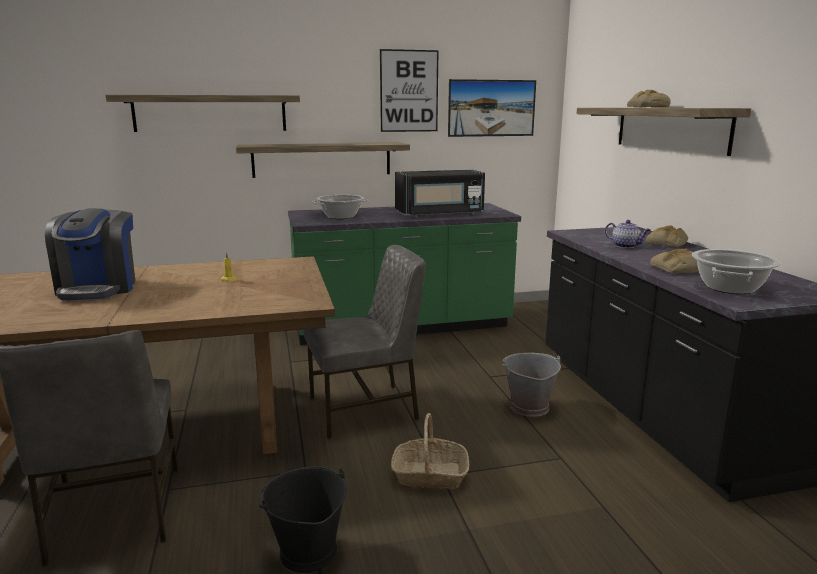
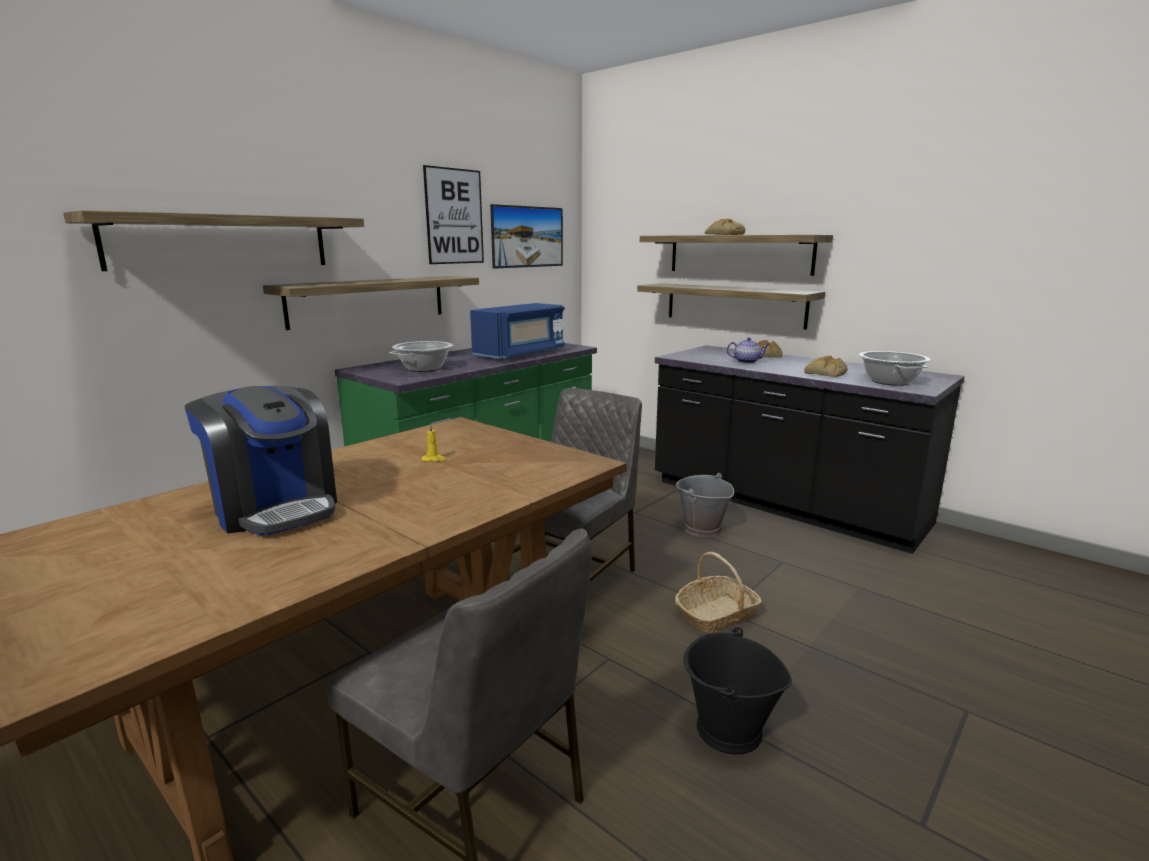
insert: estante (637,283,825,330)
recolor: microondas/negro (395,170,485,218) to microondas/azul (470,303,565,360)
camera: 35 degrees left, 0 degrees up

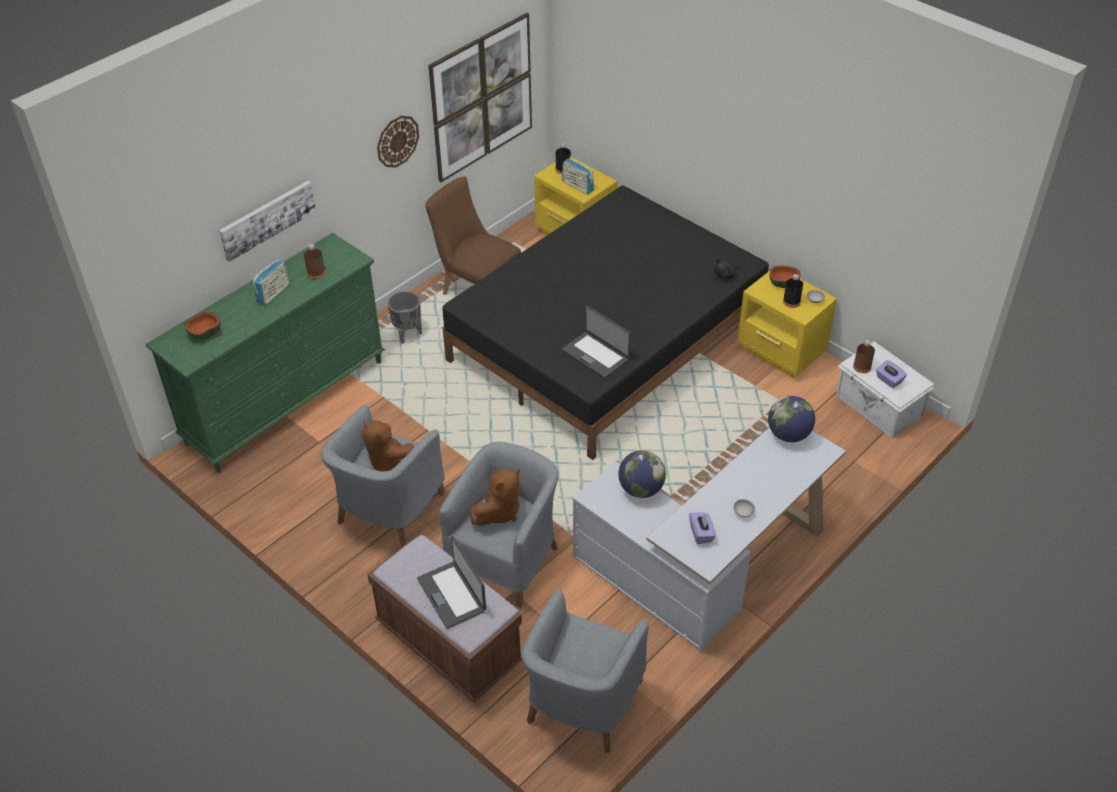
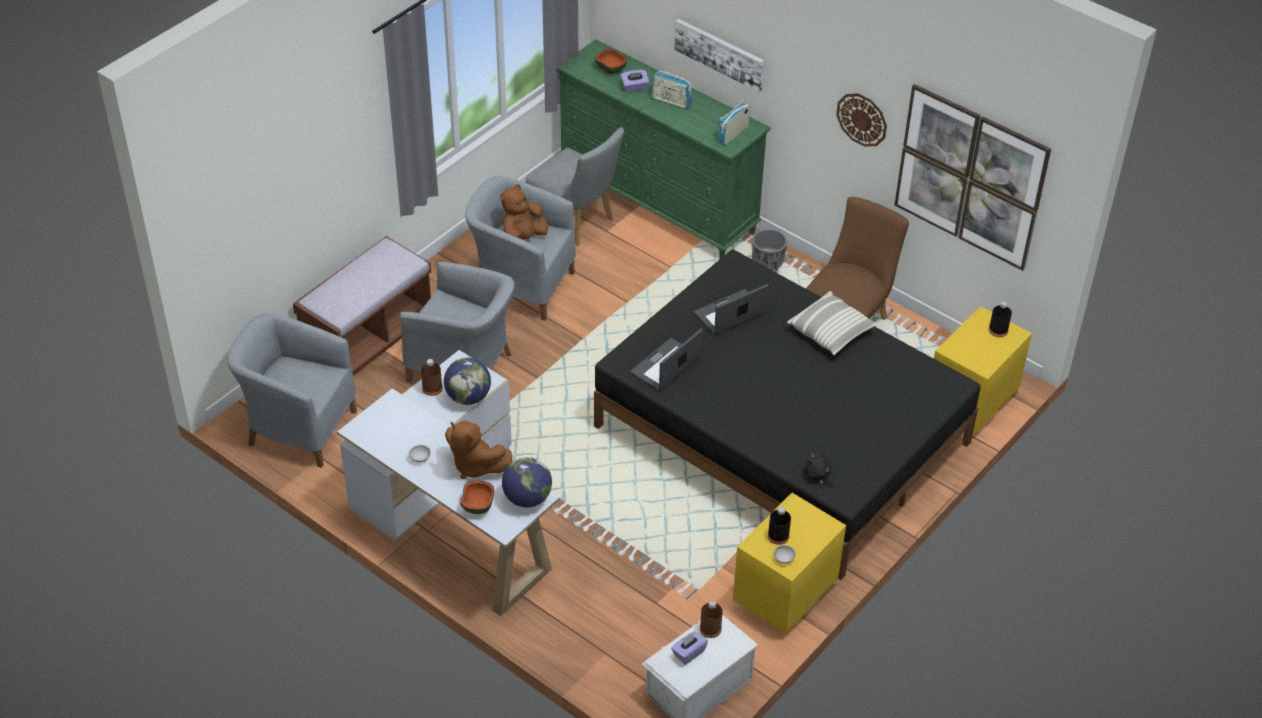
insert: silla/gris (526,127,624,246); cojín (787,291,878,355)
move: botella/marrón (304,244,326,279) to (421,359,443,396); portátil (417,536,486,629) to (694,284,769,334); peluche/marrón (470,468,520,526) to (445,421,513,479); radio (562,157,594,194) to (717,100,750,145); caja de pañuelos/morado (689,513,716,544) to (620,70,649,92); cuenco (770,265,801,288) to (460,480,494,514)
camera: 85 degrees right, 0 degrees up

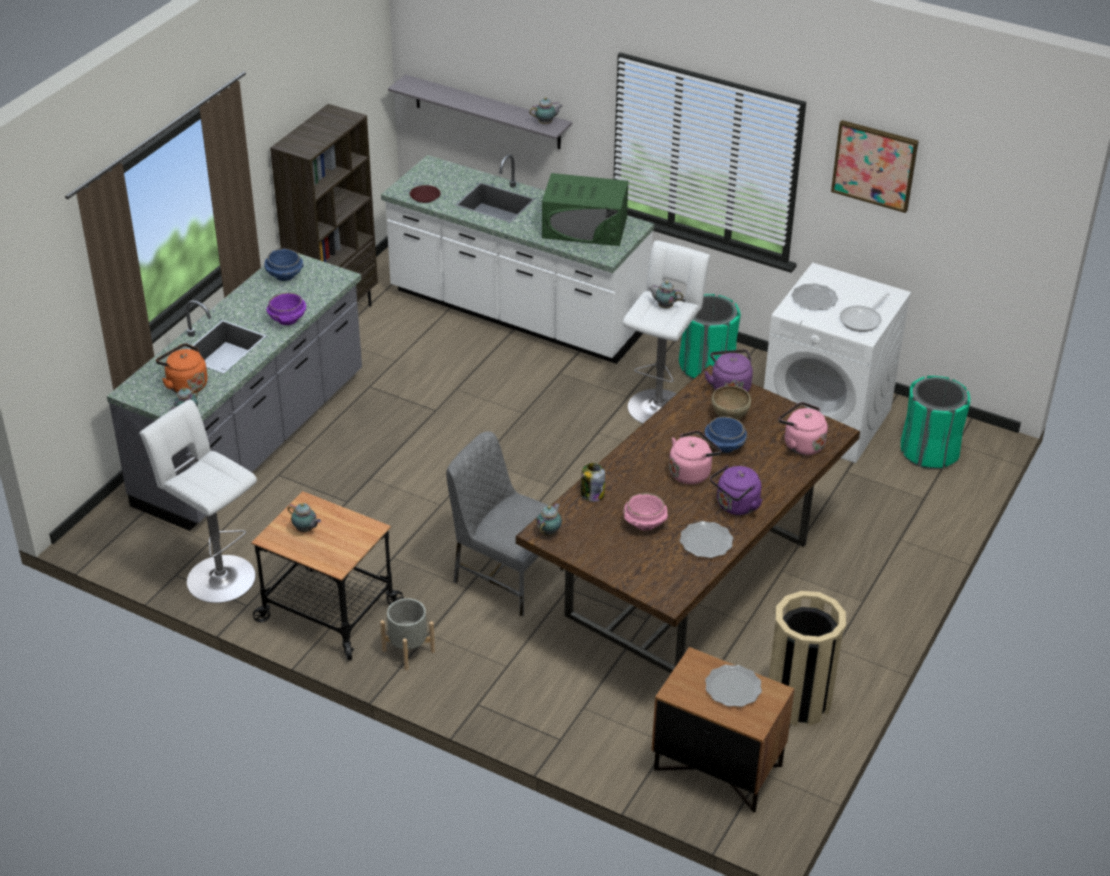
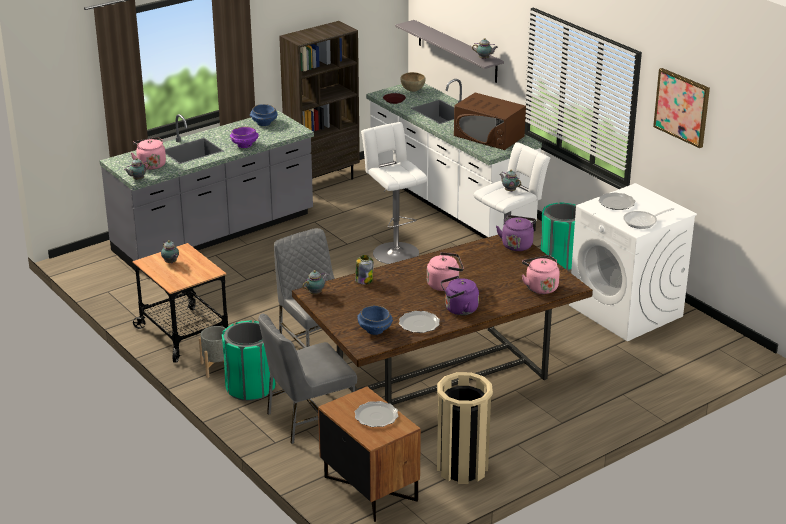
delete: cuenco/rosa (623,493,668,530)
insert: silla/gris (258,314,357,444)
move: taburete/blanco (139,400,257,603) to (361,122,427,264); cuenco/azul (705,416,747,453) to (357,305,393,335); cuenco/marrón (711,386,751,419) to (400,72,426,92); papelera/verde (901,376,970,469) to (222,321,276,401)
recolor: hervidor/naranja (156,343,208,393) to hervidor/rosa (131,137,166,170); microondas/verde (542,173,628,246) to microondas/marrón (454,93,526,150)
camera: 25 degrees right, 10 degrees down

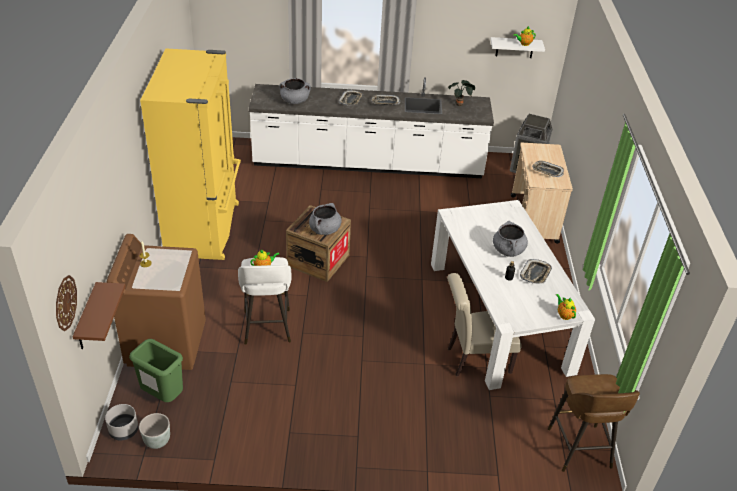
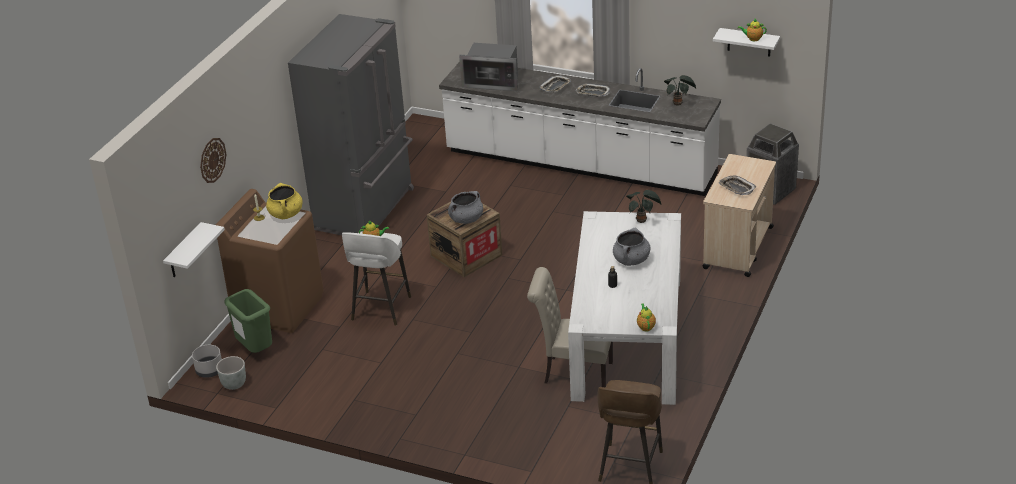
delete: bandeja (520,259,552,284)
insert: olla/amarillo (266,183,303,219); planta en maceta (626,190,661,223)
move: reloj de pared (56,275,77,331) to (200,138,226,183)
replace: olla/gris (279,78,311,104) to microondas (459,43,518,91)
recolor: estante/marrón (72,282,126,349) to estante/blanco (163,222,225,277); nevera/amarillo (140,48,241,260) to nevera/gris (288,14,414,235)
camera: 25 degrees right, 5 degrees down

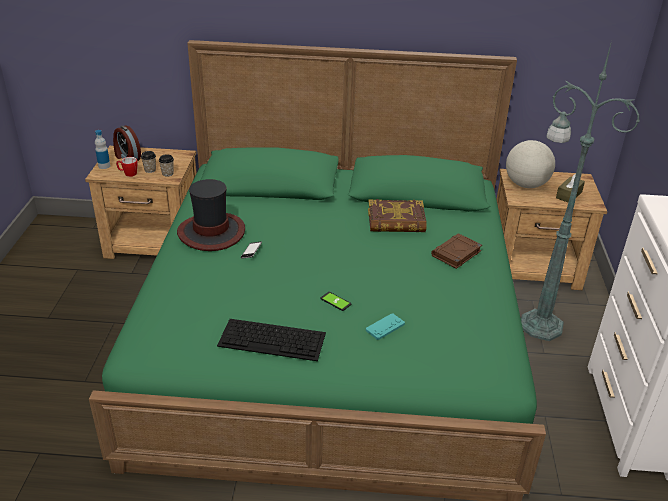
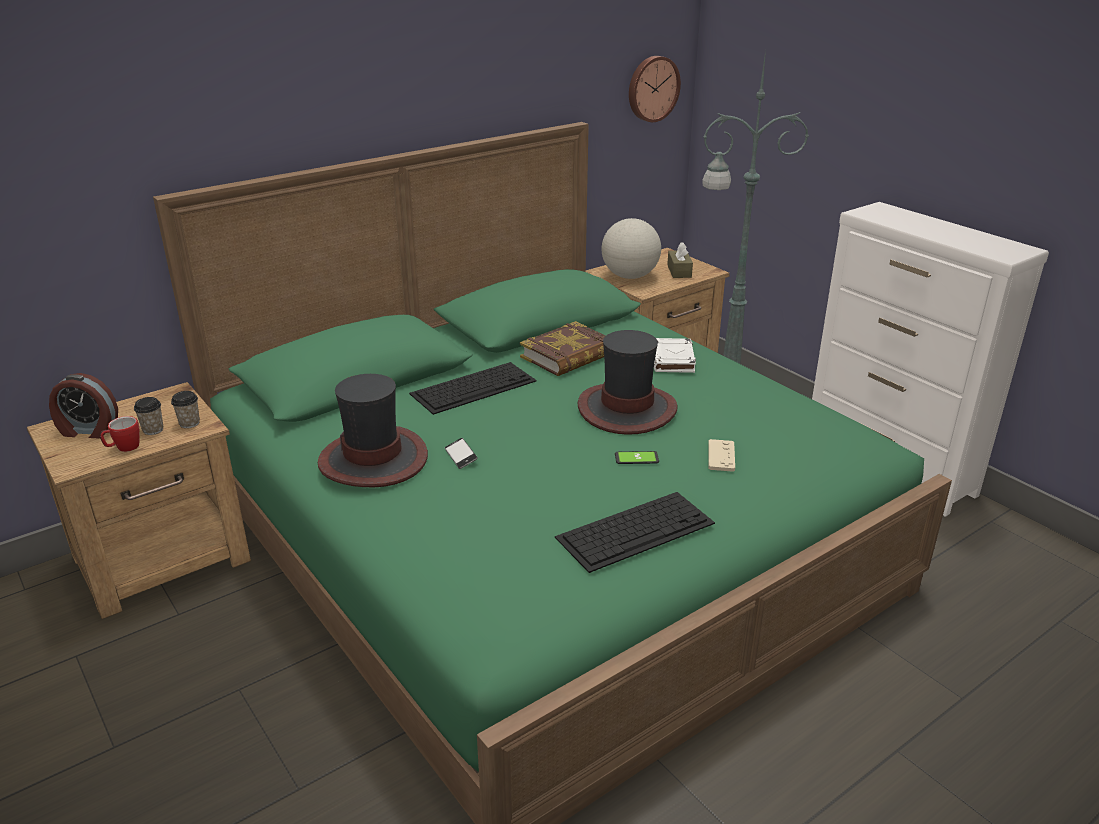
delete: botella (95,130,110,169)
insert: teclado (409,362,537,415); sombrero (577,330,678,435); reloj de pared (629,56,681,122)
recolor: mando de consola/turquesa (366,313,405,340) to mando de consola/beis (708,439,735,472); libro/marrón (431,233,482,269) to libro/blanco (654,338,696,373)
camera: 40 degrees left, 5 degrees down

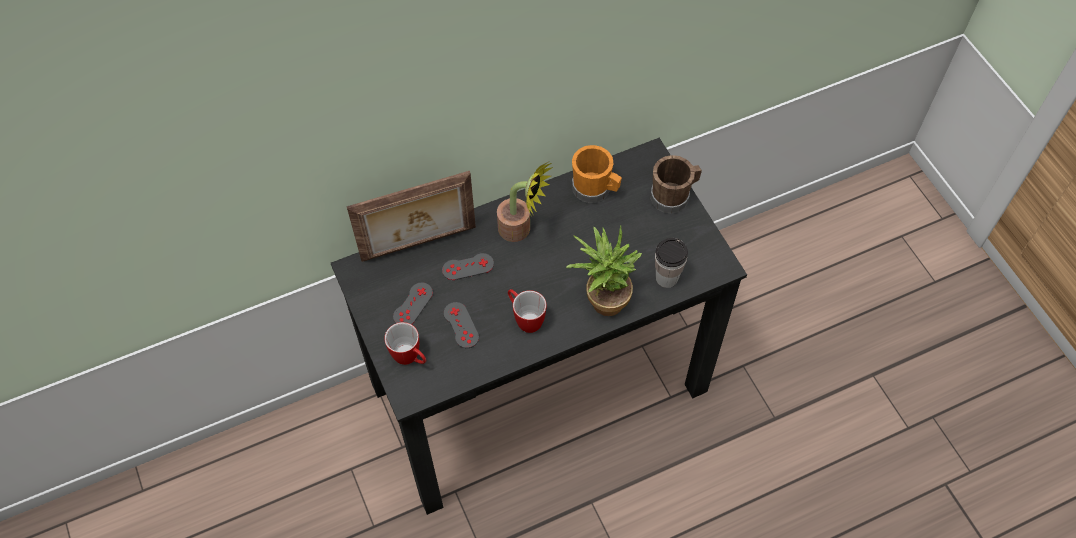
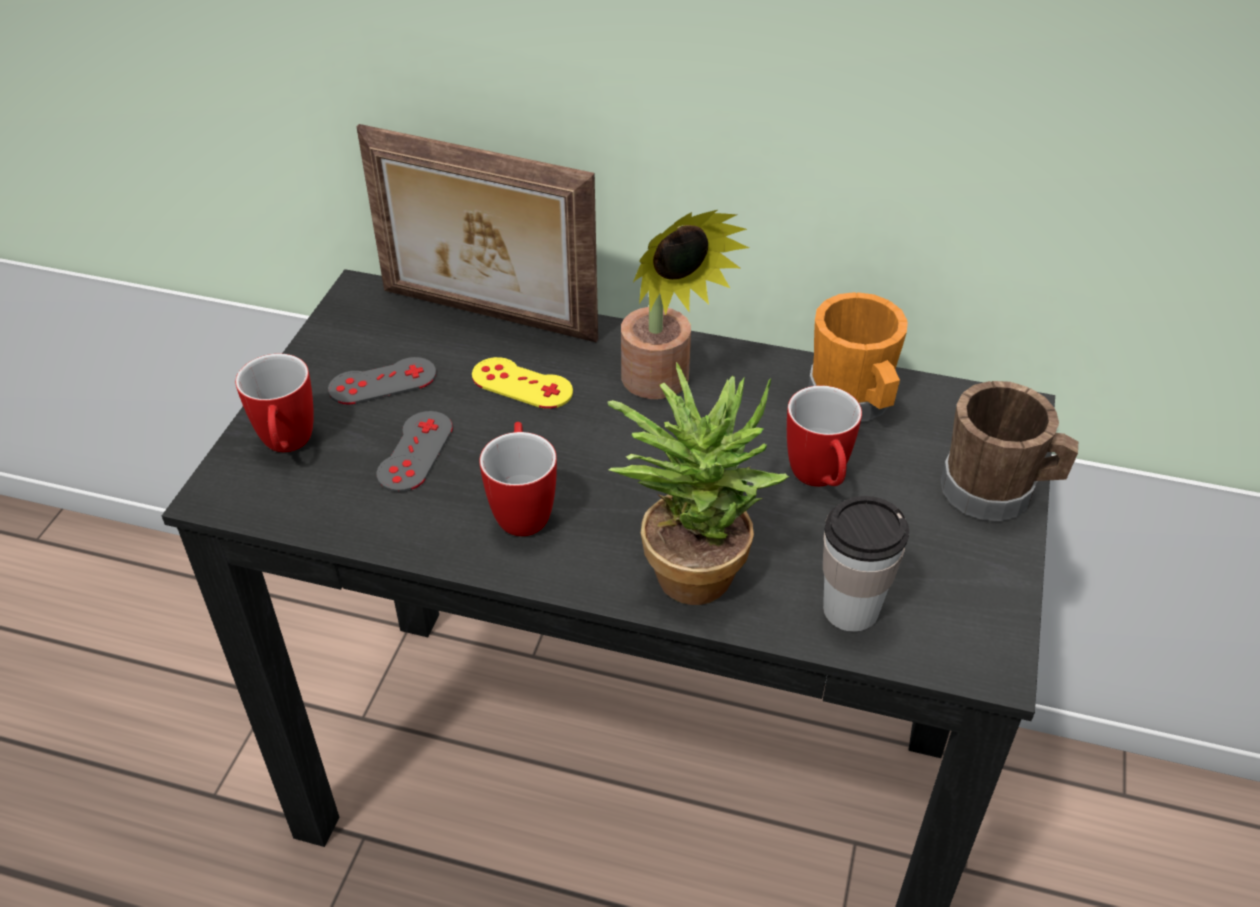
insert: taza grande (787,386,862,487)
recolor: mando de consola/gris (442,253,494,280) to mando de consola/amarillo (472,357,573,409)
camera: 40 degrees right, 15 degrees down

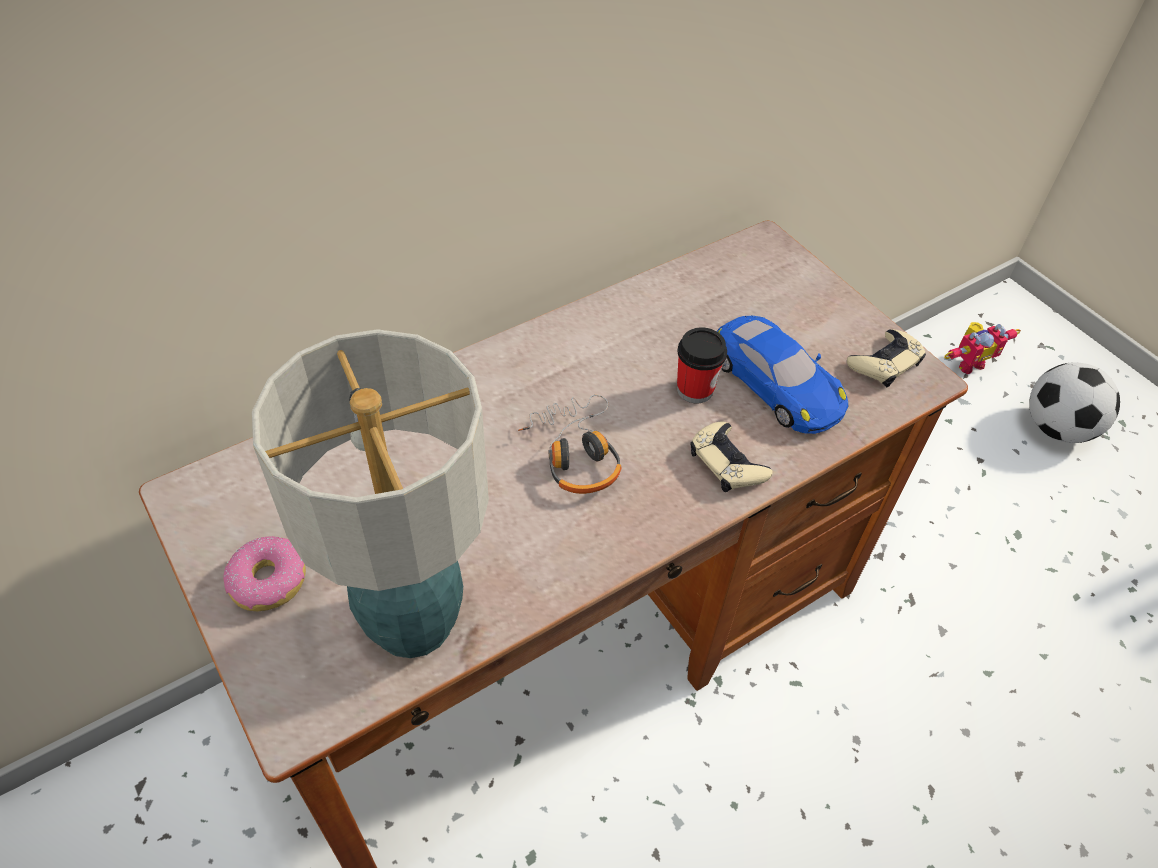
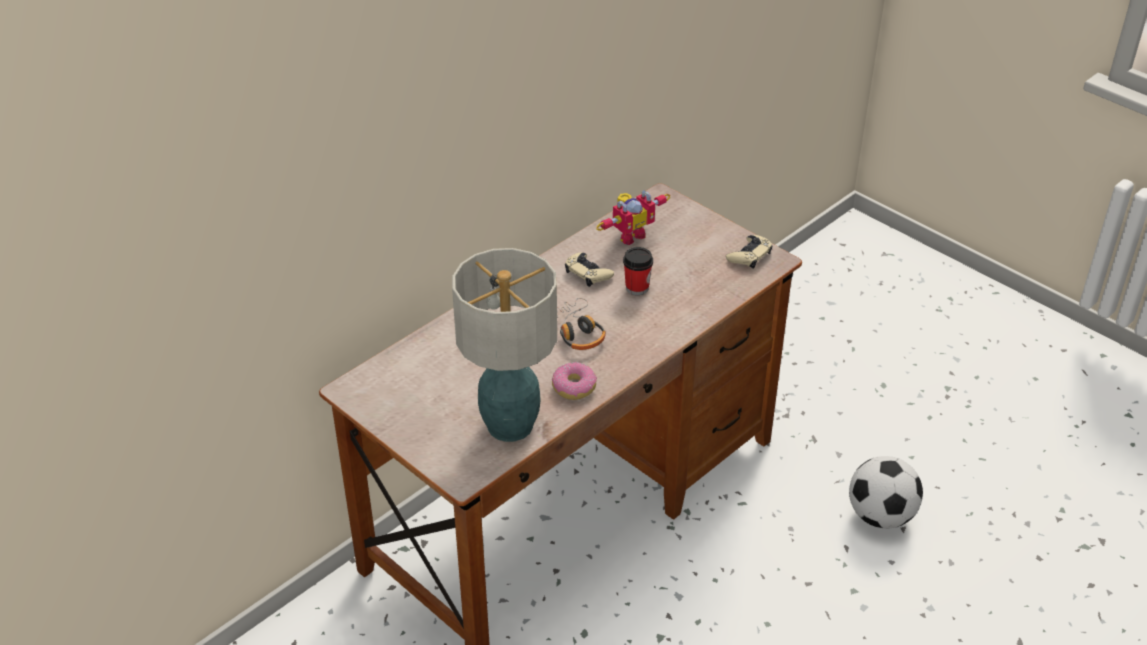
delete: coche de juguete/azul (717,315,849,434)
move: rosquilla (223,536,306,611) to (552,362,597,400); mando de consola/beis (691,421,772,492) to (565,253,614,287); robot de juguete (944,322,1021,375) to (597,190,670,245); balón de fútbol (1029,362,1120,443) to (849,456,923,528)
camera: 10 degrees left, 10 degrees down

